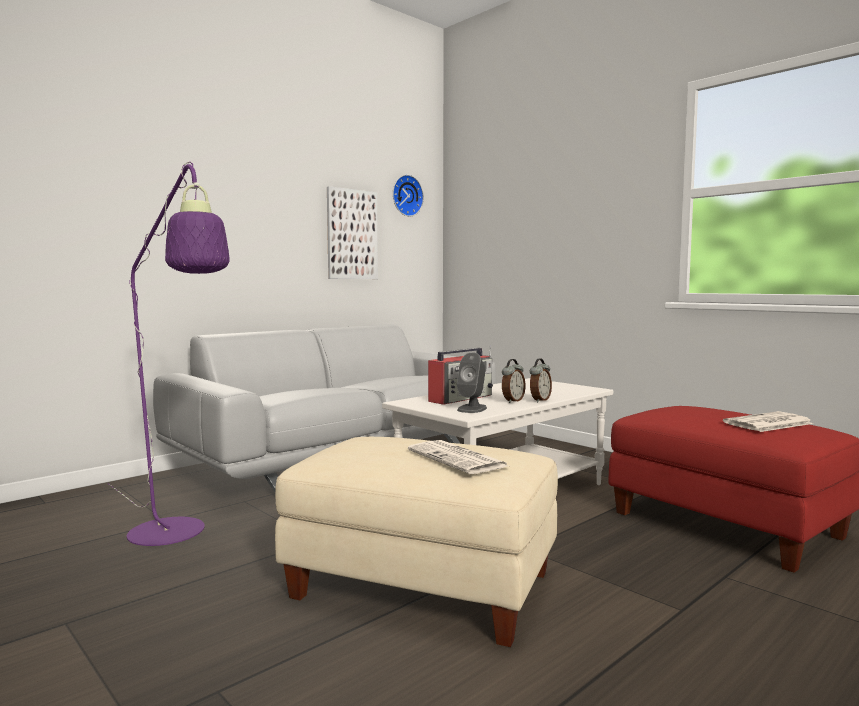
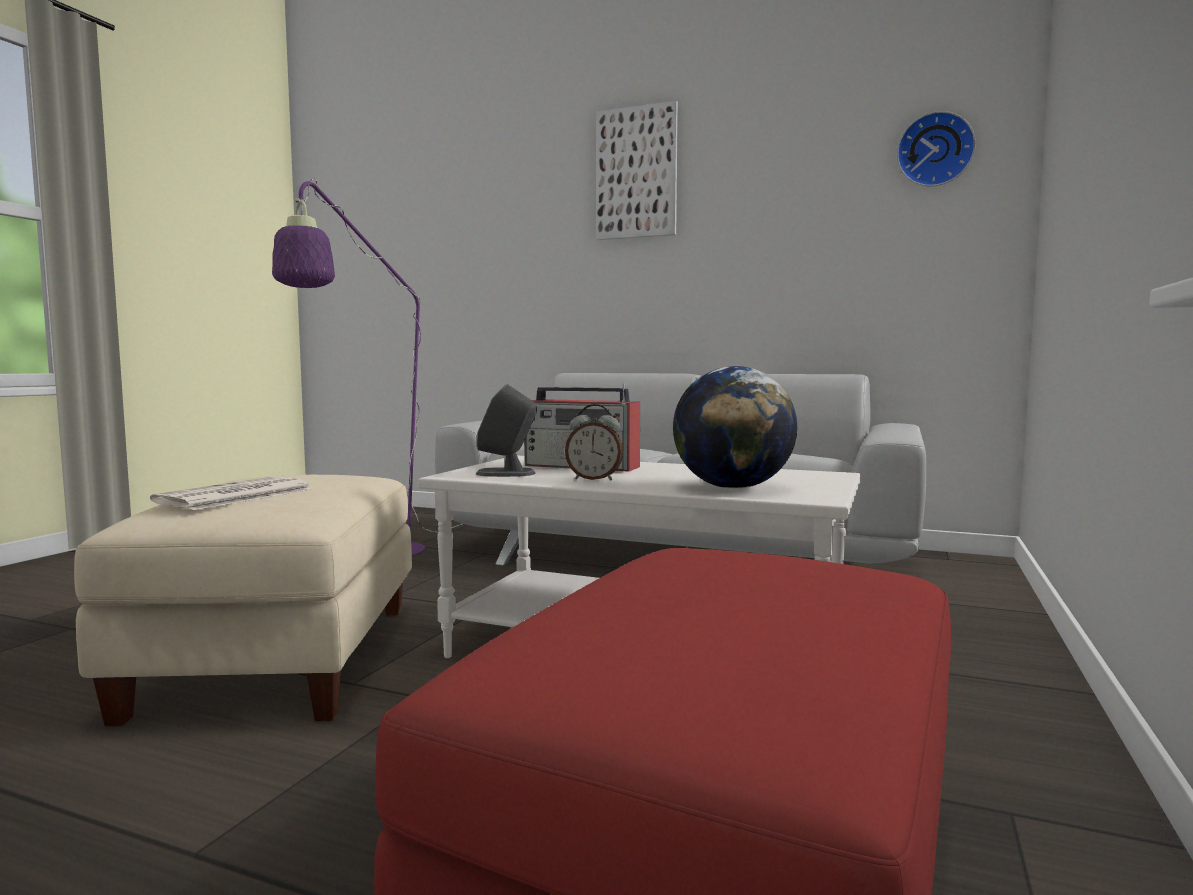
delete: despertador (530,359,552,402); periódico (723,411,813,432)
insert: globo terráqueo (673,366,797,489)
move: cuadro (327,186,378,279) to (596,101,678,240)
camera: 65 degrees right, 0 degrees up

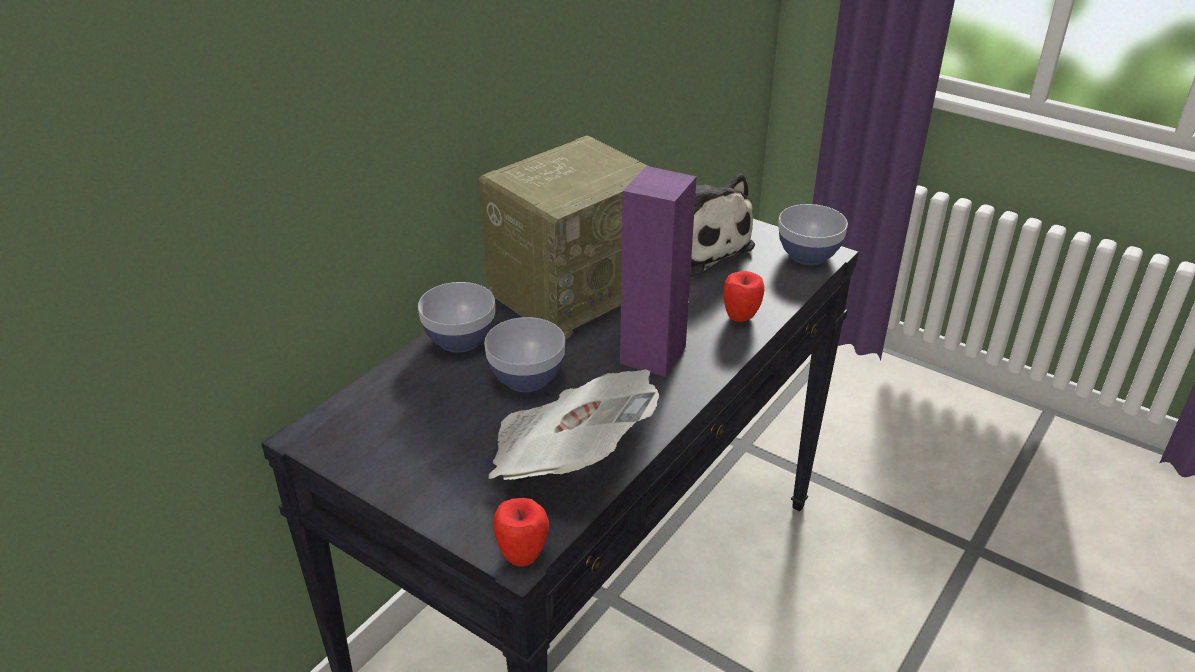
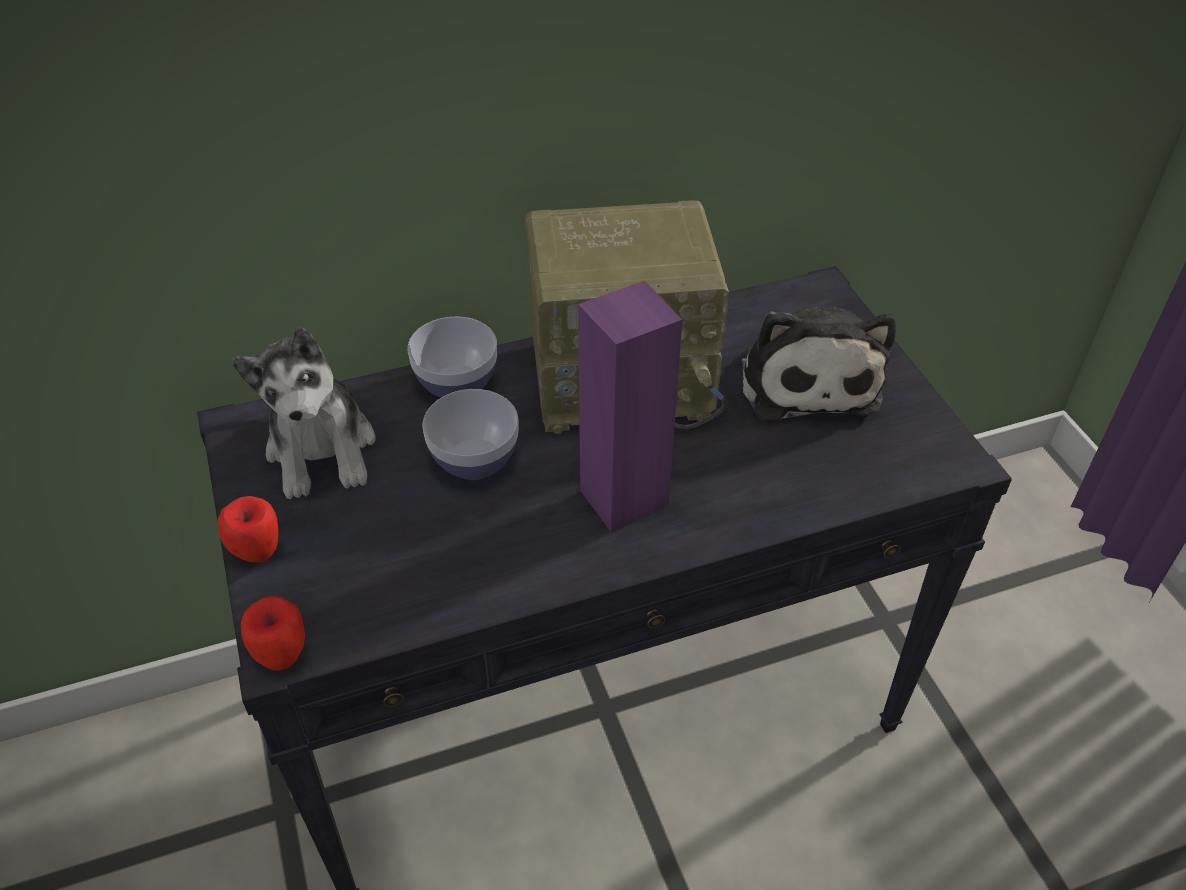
delete: periódico (488,369,659,480); cuenco (778,204,848,265)
insert: peluche (232,327,375,500)
move: manzana (723,271,764,322) to (218,496,278,563)
camera: 35 degrees right, 10 degrees up

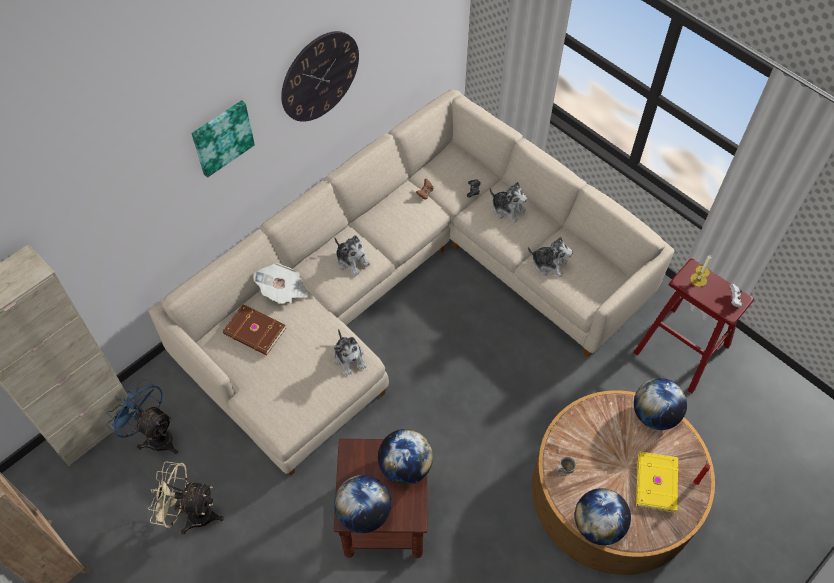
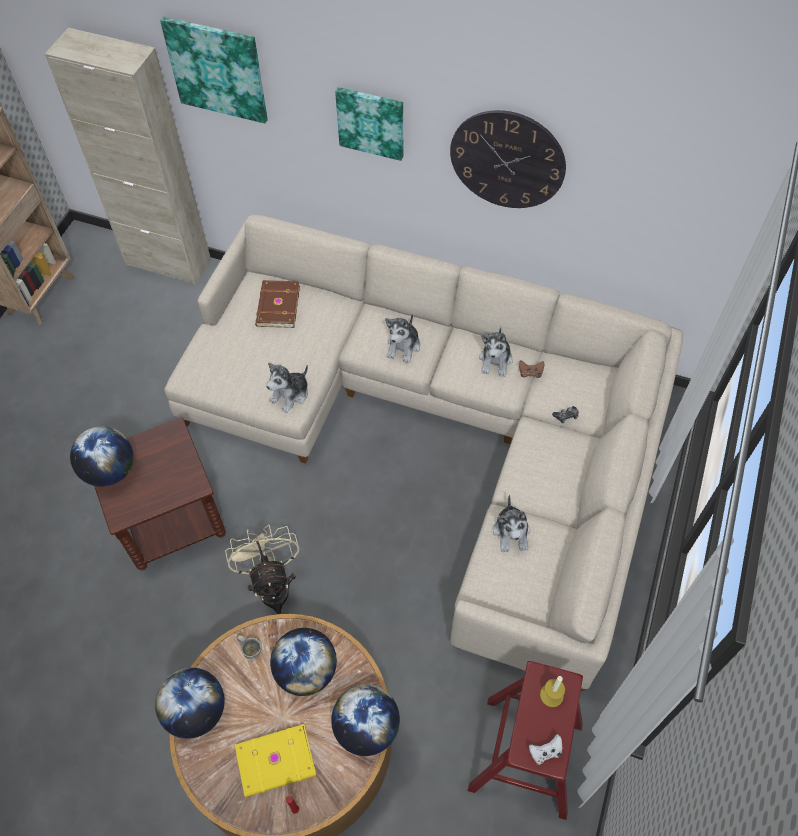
delete: ventilador/azul (106,379,178,455); periódico (253,263,308,304)
insert: cuadro (160,17,268,123)
move: ventilador/beis (148,462,224,535) to (225,524,299,614); globo terráqueo (378,429,433,485) to (270,628,337,696); peluche (490,182,527,223) to (479,327,513,377)
camera: 65 degrees right, 0 degrees up

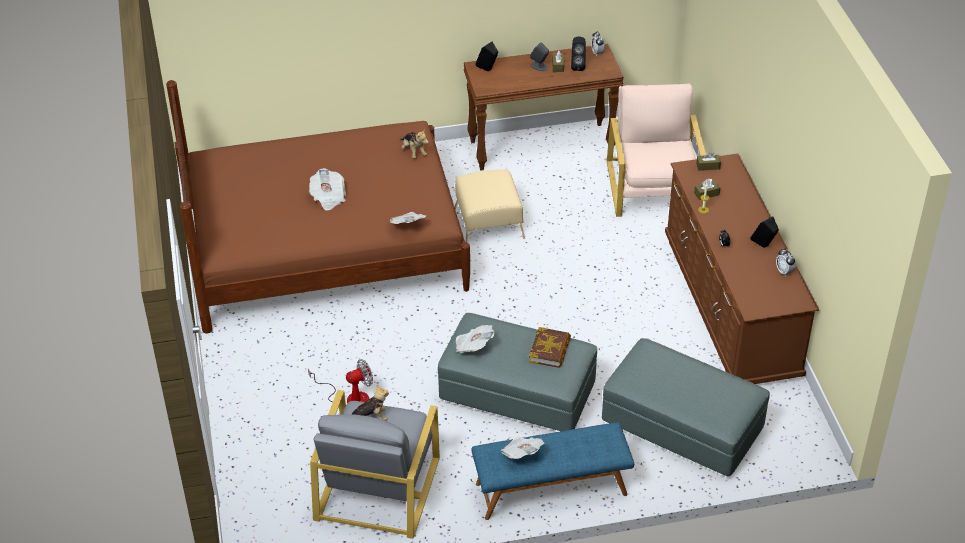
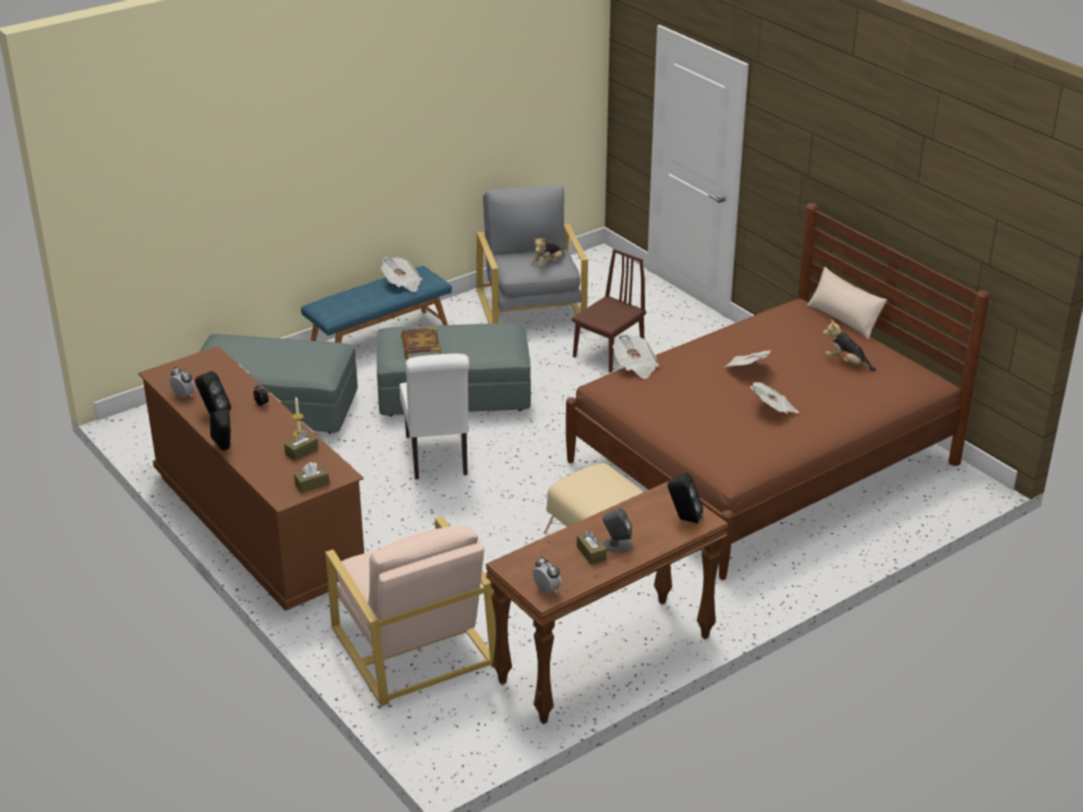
insert: silla/blanco (399,354,469,479); cojín/beis (807,267,887,340)
move: peluche (400,129,429,158) to (823,319,876,372); periódico (456,325,494,353) to (750,382,799,414); altavoz/negro (571,36,586,71) to (210,409,231,450)
replace: ventilador (308,359,373,403) to silla/marrón (572,249,646,372)
camera: 155 degrees right, 10 degrees down

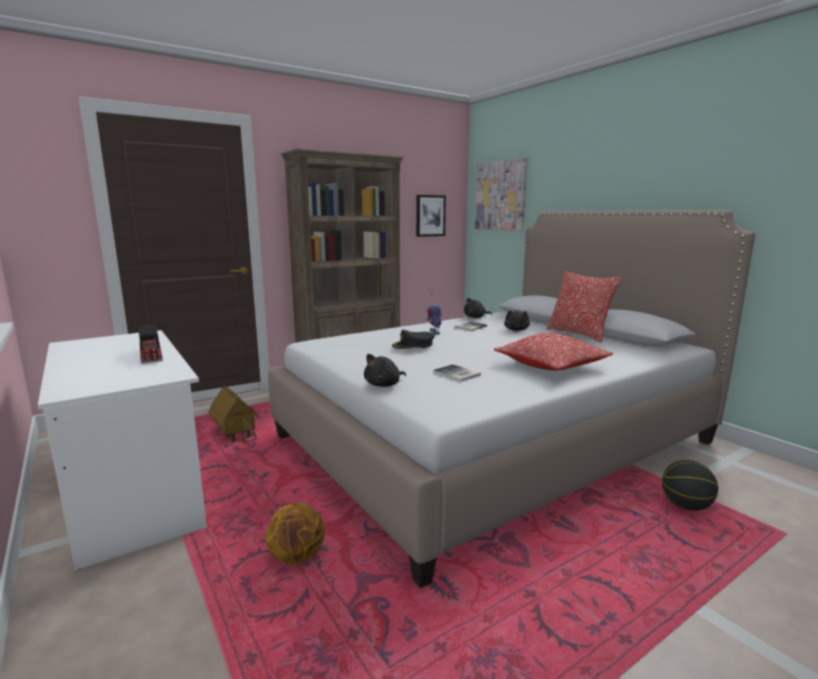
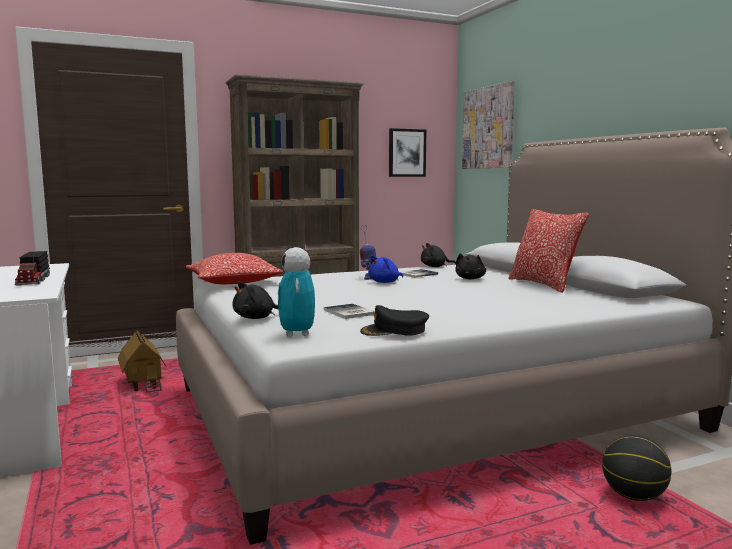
delete: balón de baloncesto (265,503,325,564)
insert: robot de juguete (278,247,315,337); peluche/azul (368,255,403,283)
move: gorra/negro (392,330,435,349) to (360,305,429,336); cojín (494,333,613,370) to (186,253,283,284)
camera: 10 degrees right, 5 degrees down

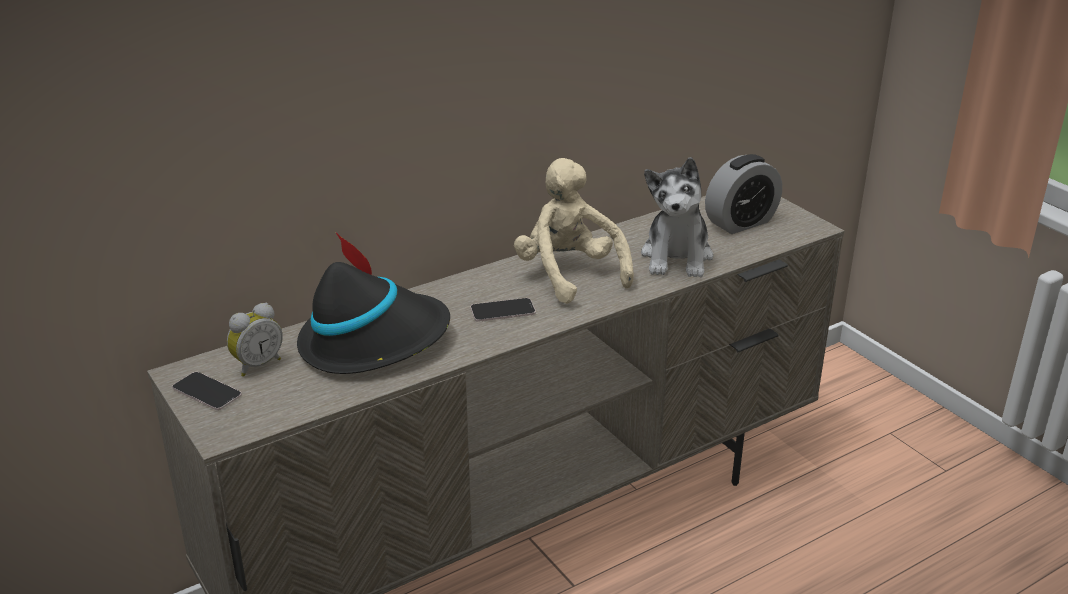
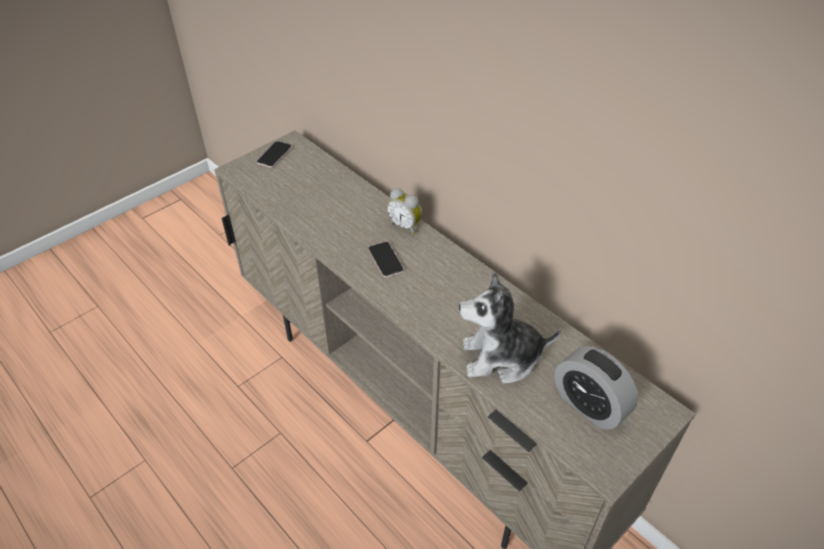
delete: sombrero/negro (297,233,450,374); peluche/beis (514,158,634,304)
move: despertador (227,303,283,377) to (387,188,422,235)
camera: 80 degrees right, 15 degrees up

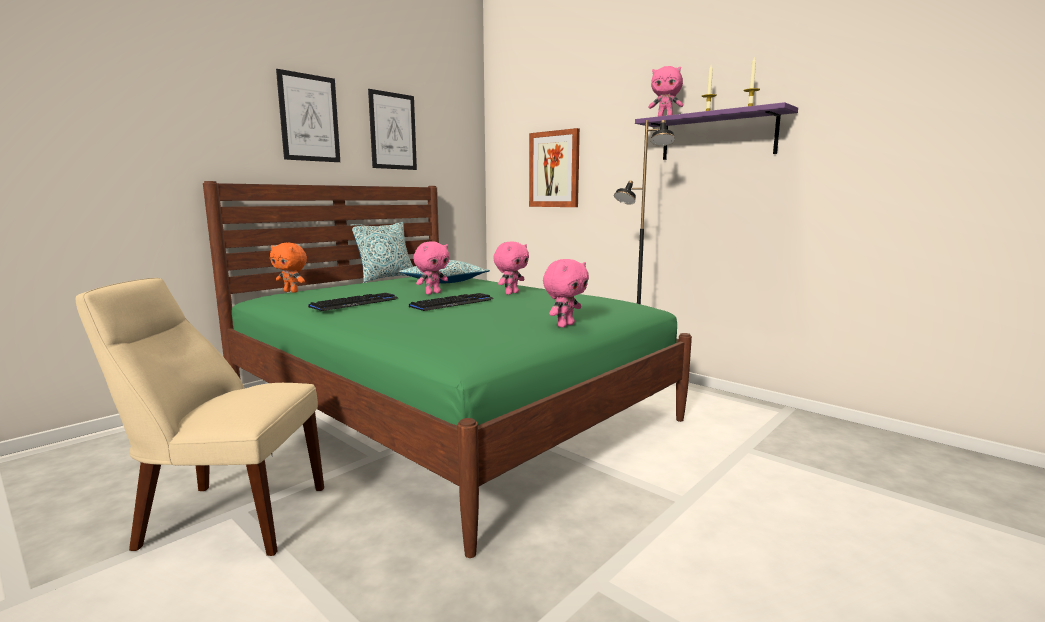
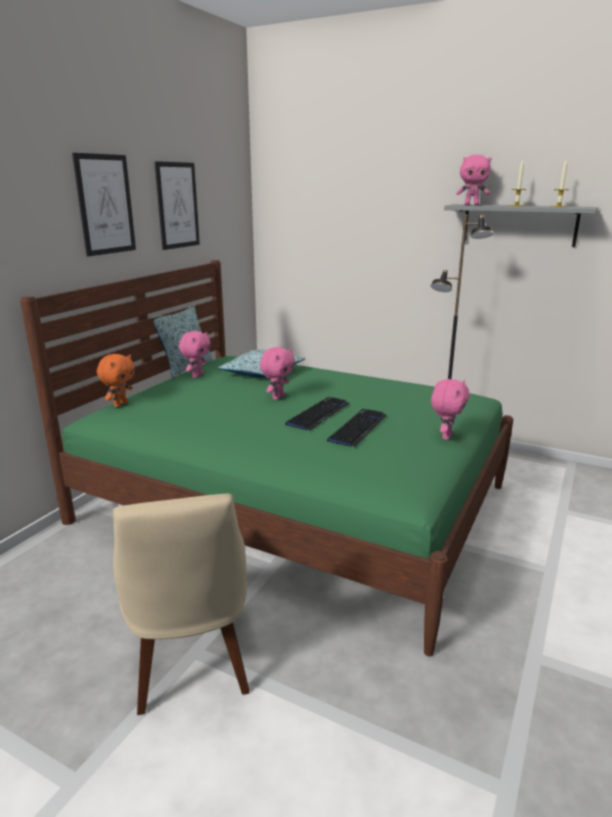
delete: cuadro (529,128,580,207)
move: teclado (308,293,398,311) to (327,409,387,447); peluche/rosa (493,242,529,295) to (179,331,211,378)
recolor: estante/morado (635,102,798,160) to estante/gris (444,204,598,247)
rotate: silla/beis (76,278,324,556) = (113,494,250,715) 90 degrees counterclockwise; peluche/naranja (270,243,307,293) = (97,354,135,407) 75 degrees counterclockwise
camera: 15 degrees left, 10 degrees up

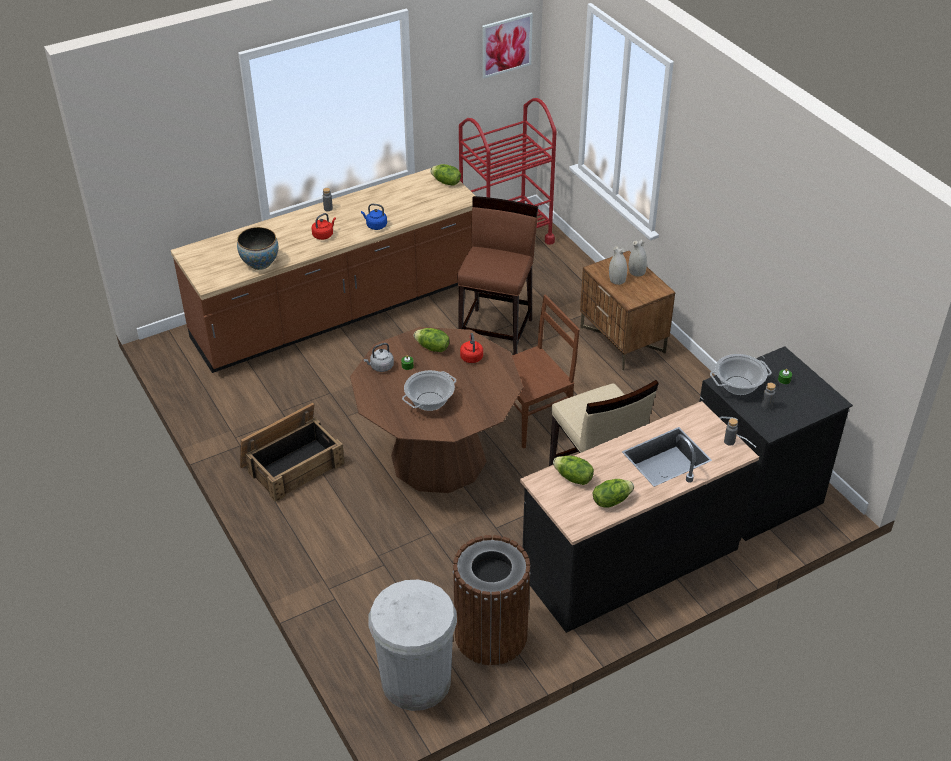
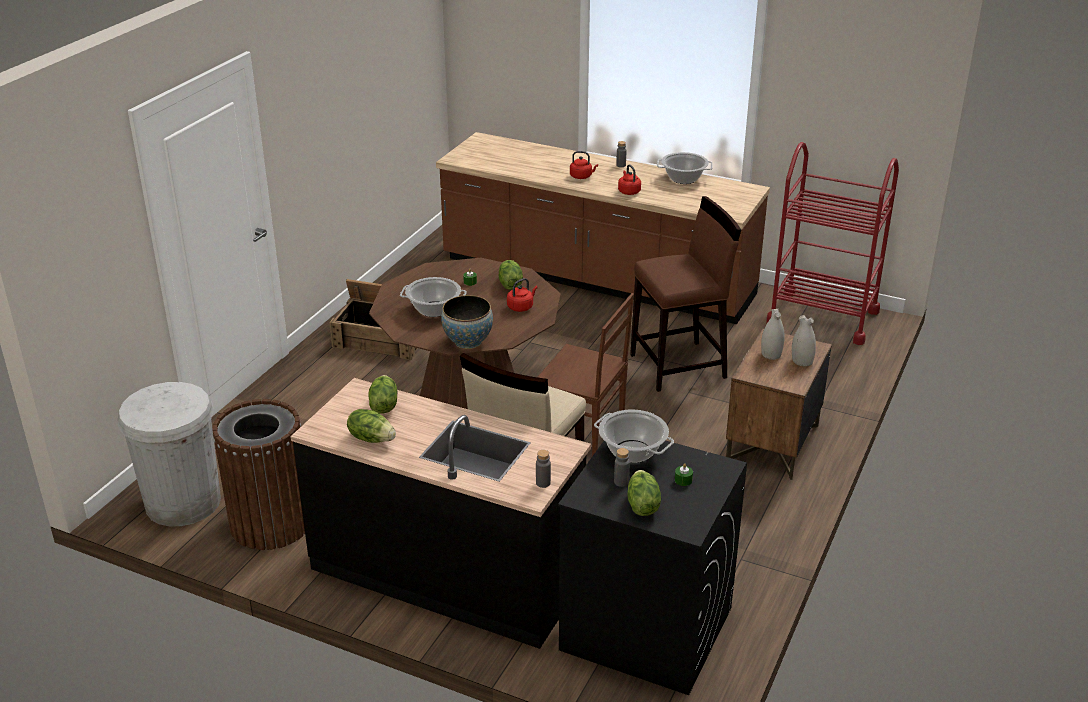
delete: hervidor/gris (364,343,394,372); cuadro (482,13,533,79)
insert: olla (657,152,713,184)
move: cuenco (237,227,278,270) to (441,295,493,349); lechuga (430,164,461,186) to (627,470,661,516)
recolor: hervidor/azul (361,204,387,230) to hervidor/rojo (618,164,641,195)
camera: 55 degrees right, 10 degrees down

